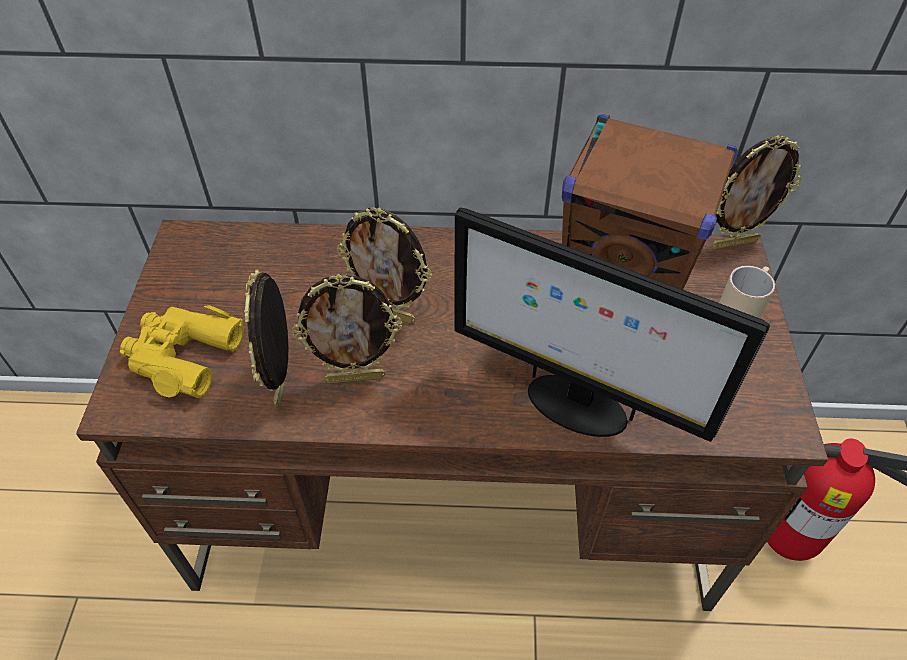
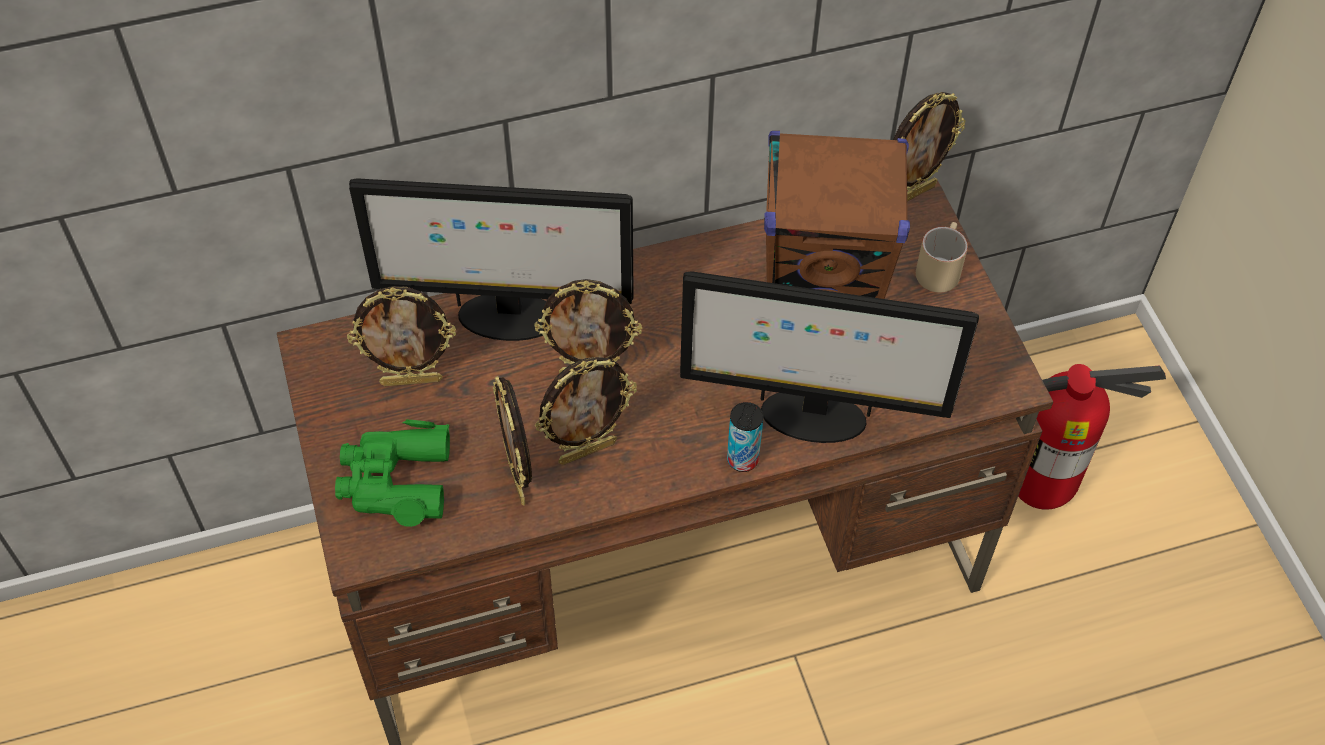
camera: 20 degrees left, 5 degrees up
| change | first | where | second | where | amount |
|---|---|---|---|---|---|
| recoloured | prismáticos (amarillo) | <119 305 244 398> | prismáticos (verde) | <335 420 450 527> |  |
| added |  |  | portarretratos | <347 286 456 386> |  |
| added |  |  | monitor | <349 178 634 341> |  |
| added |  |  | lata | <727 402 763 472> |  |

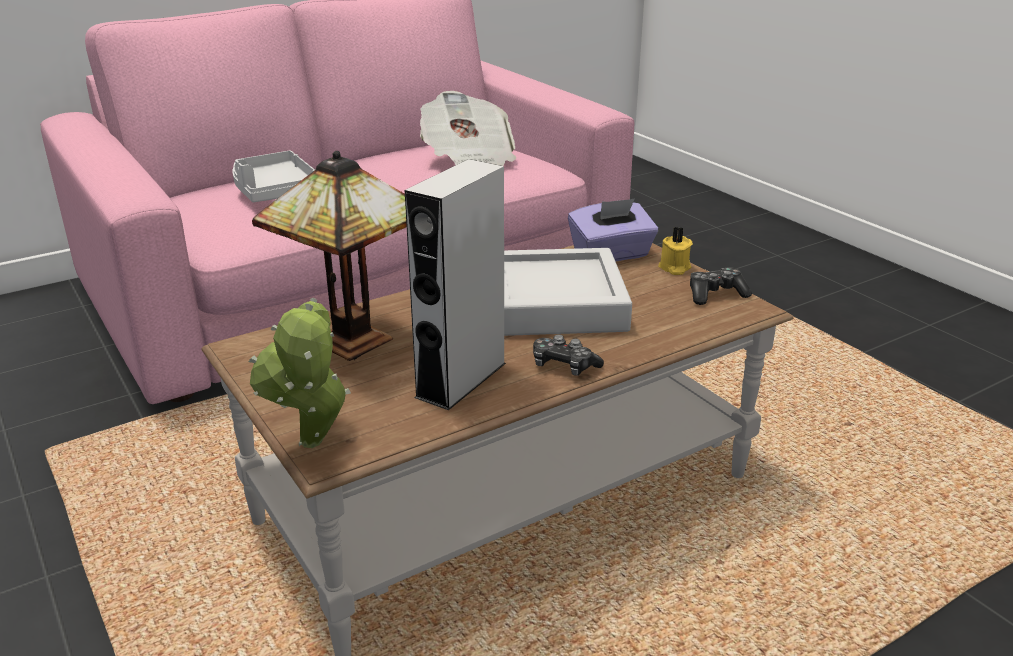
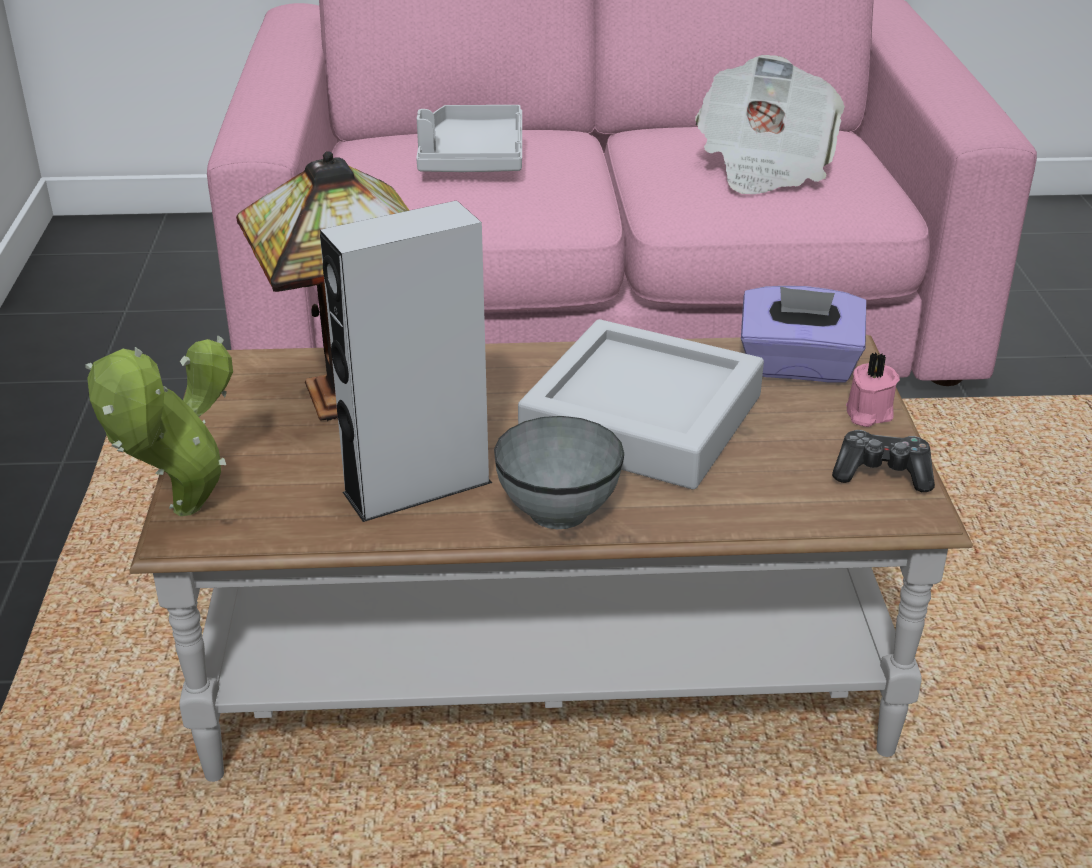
camera: 30 degrees right, 5 degrees up
| change | first | where | second | where | amount |
|---|---|---|---|---|---|
| replaced | mando de consola | <533 334 604 376> | cuenco (gris) | <494 416 624 529> |  |
| recoloured | vela (amarillo) | <658 227 693 275> | vela (rosa) | <846 352 900 427> |  |

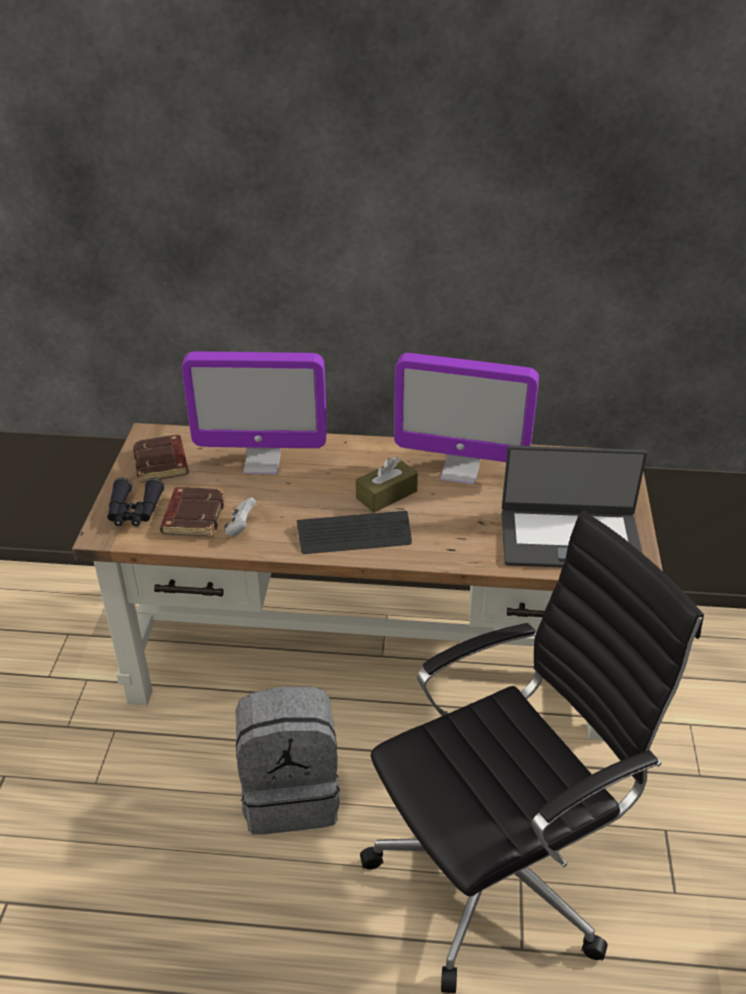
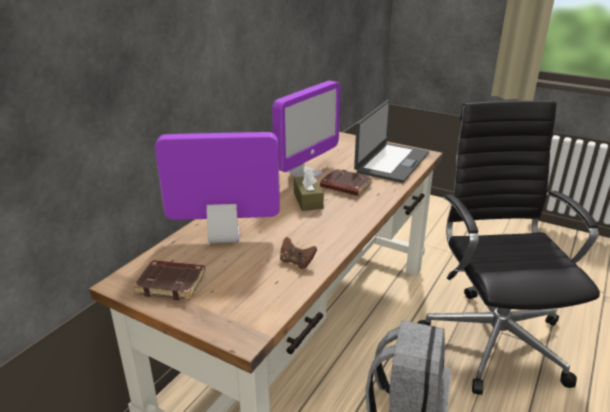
camera: 65 degrees left, 10 degrees down
| change | first | where | second | where | amount |
|---|---|---|---|---|---|
| removed | prismáticos (negro) | <107 478 164 526> |  |  |  |
| moved | libro (marrón) | <160 487 225 537> |  | <320 169 373 196> |  |
| turned | monitor | <182 352 327 475> |  | <155 132 280 243> | 120 degrees counterclockwise |
| recoloured | mando de consola (blanco) | <224 497 256 537> | mando de consola (marrón) | <280 237 317 269> |  |
| removed | teclado | <297 511 412 554> |  |  |  |

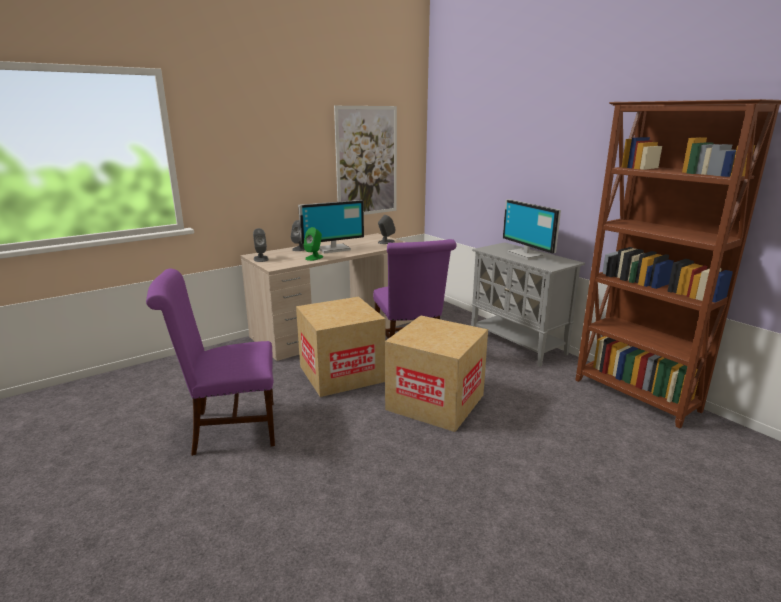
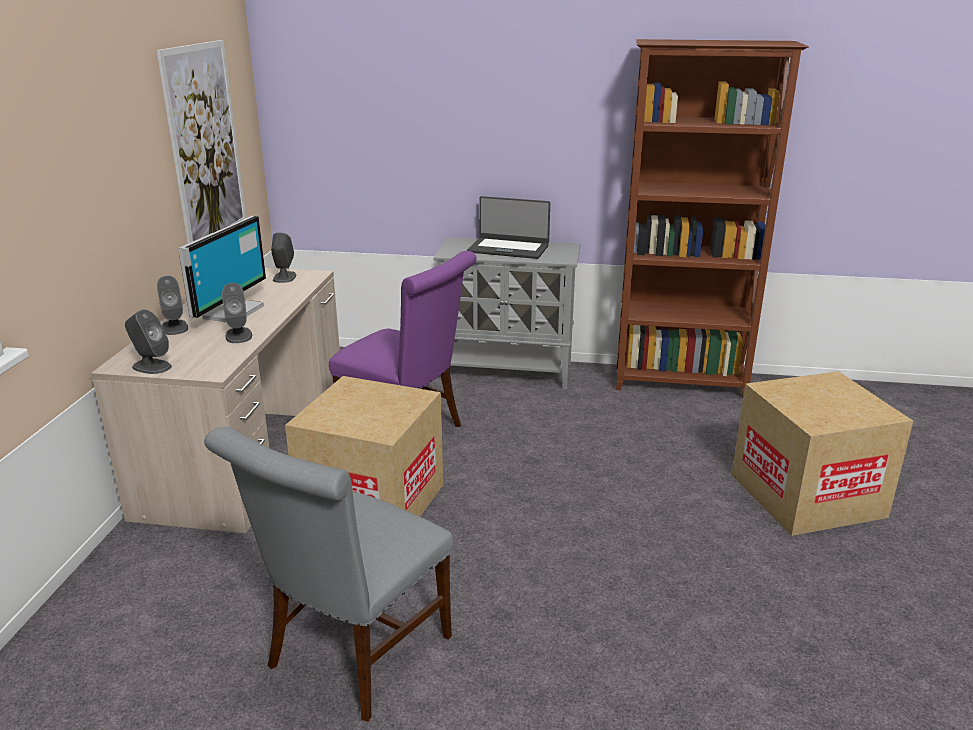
camera: 45 degrees left, 5 degrees up
| change | first | where | second | where | amount |
|---|---|---|---|---|---|
| recoloured | silla (morado) | <146 269 275 456> | silla (gris) | <204 427 453 722> |  |
| recoloured | altavoz (verde) | <304 227 323 261> | altavoz (gris) | <222 283 252 343> |  |
| moved | caja de cartón | <385 315 488 432> |  | <732 371 913 536> |  |
| replaced | monitor | <503 199 561 260> | portátil | <467 196 550 259> |  |

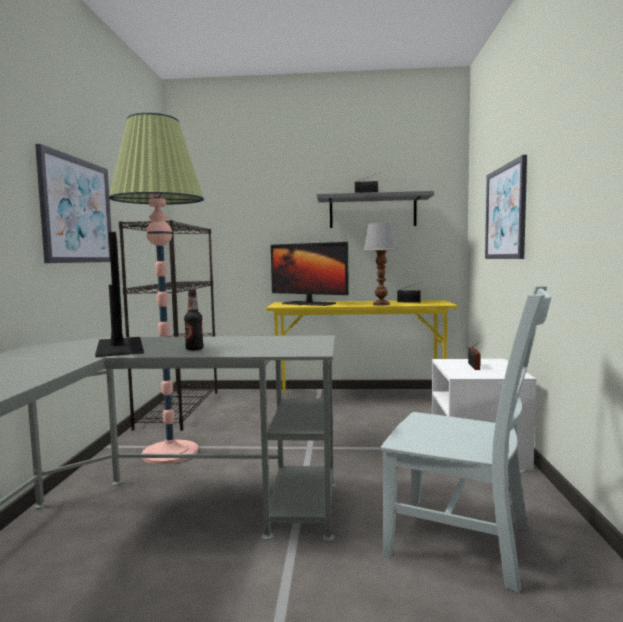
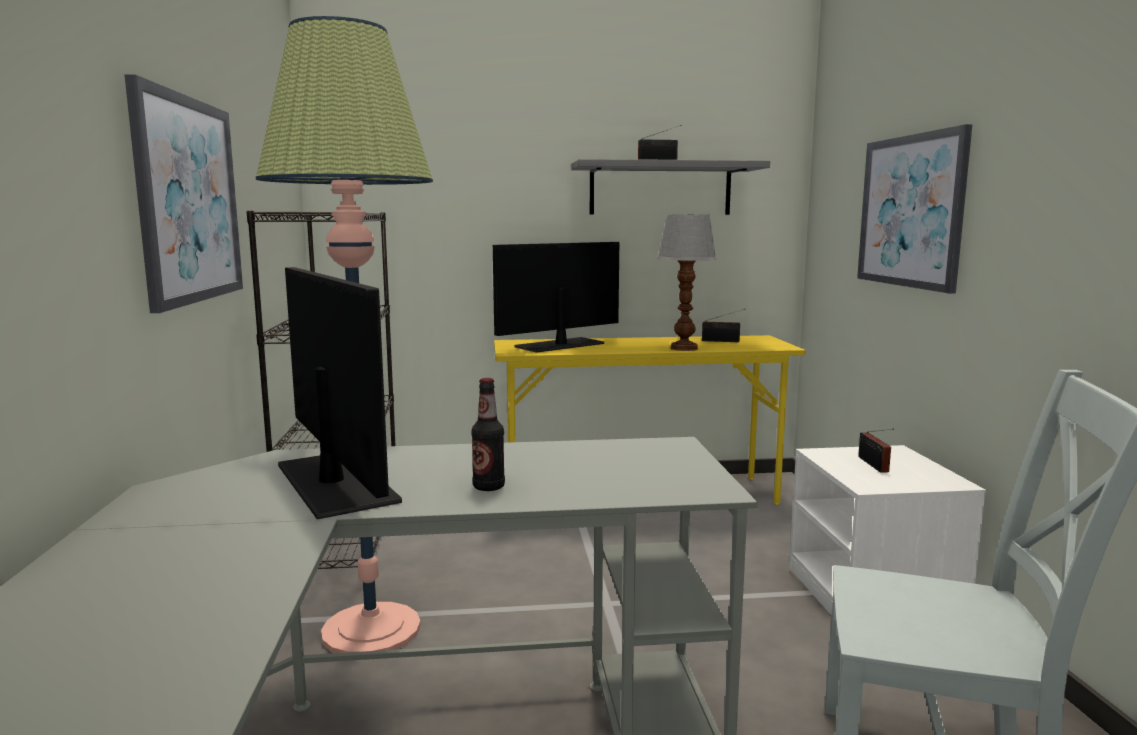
camera: 10 degrees left, 5 degrees up
| change | first | where | second | where | amount |
|---|---|---|---|---|---|
| turned | monitor | <271 242 349 306> |  | <493 242 619 353> | 120 degrees clockwise |

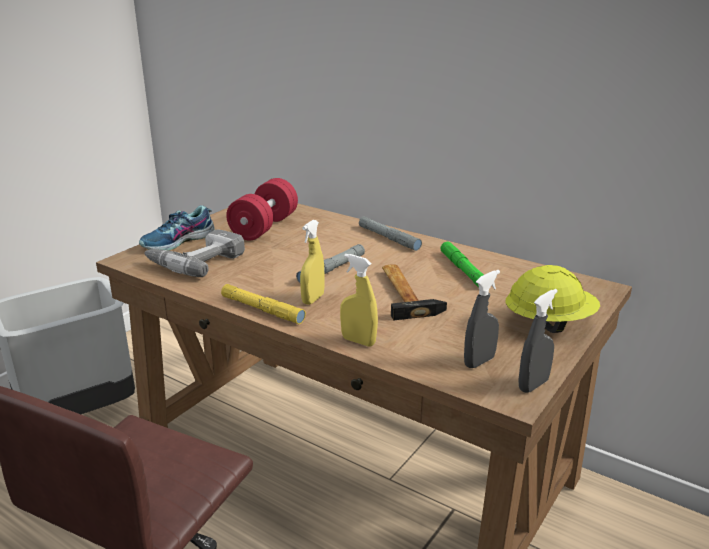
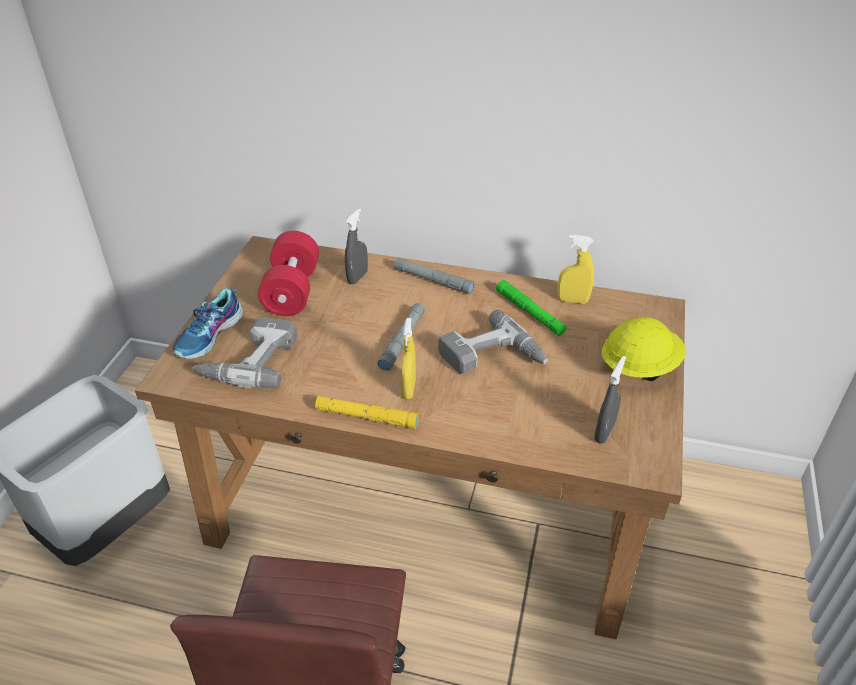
camera: 20 degrees left, 15 degrees up
| change | first | where | second | where | amount |
|---|---|---|---|---|---|
| moved | pulverizador (amarillo) | <340 254 378 347> |  | <558 235 594 304> |  |
| replaced | martillo | <382 264 447 320> | taladro | <438 310 548 374> |  |
| moved | pulverizador (gris) | <518 289 558 393> |  | <345 208 368 284> |  |

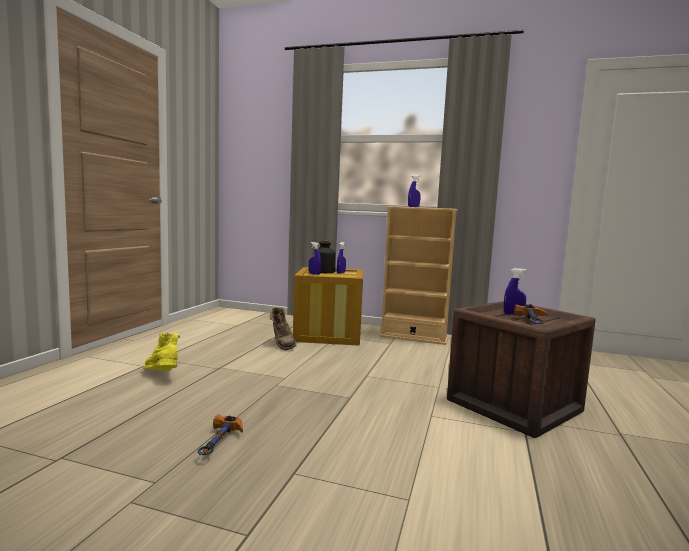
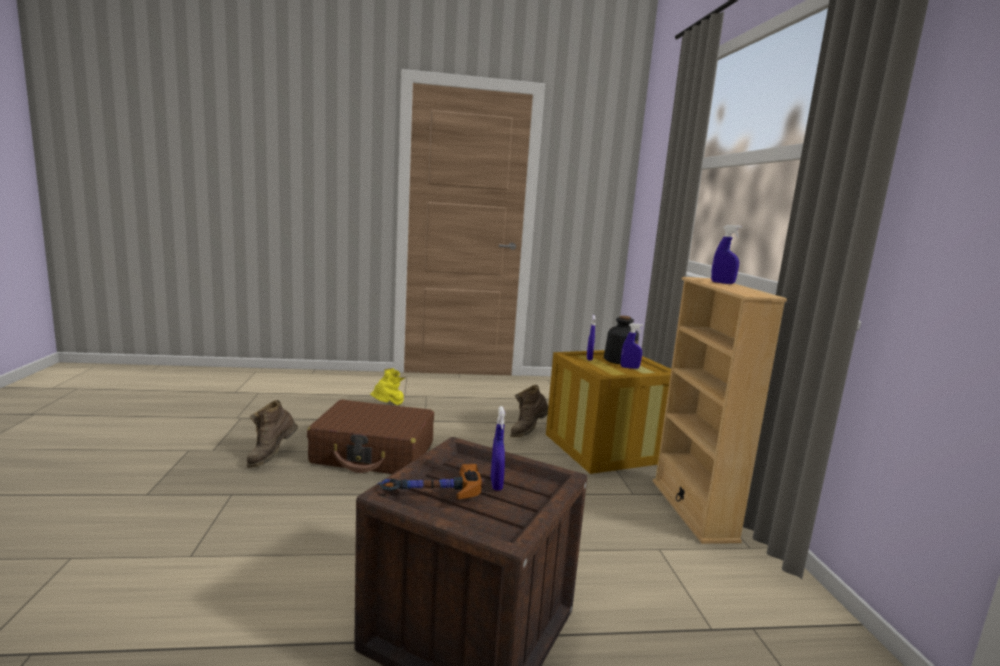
camera: 65 degrees right, 5 degrees up
| change | first | where | second | where | amount |
|---|---|---|---|---|---|
| replaced | martillo | <197 414 243 456> | bota (marrón) | <246 400 298 468> |  |
| added |  |  | maleta (marrón) | <307 399 434 474> |  |

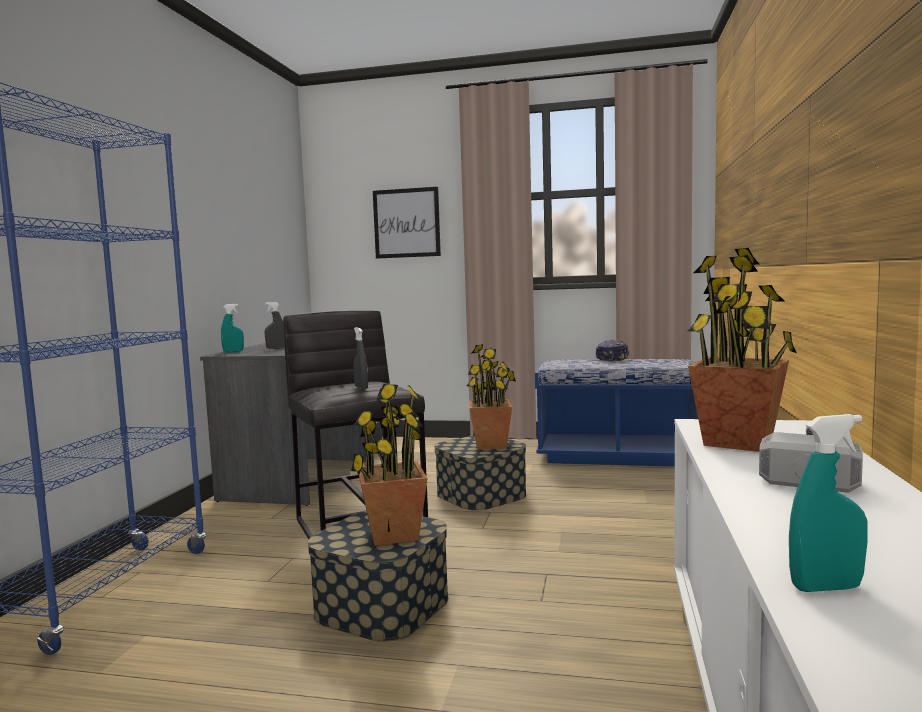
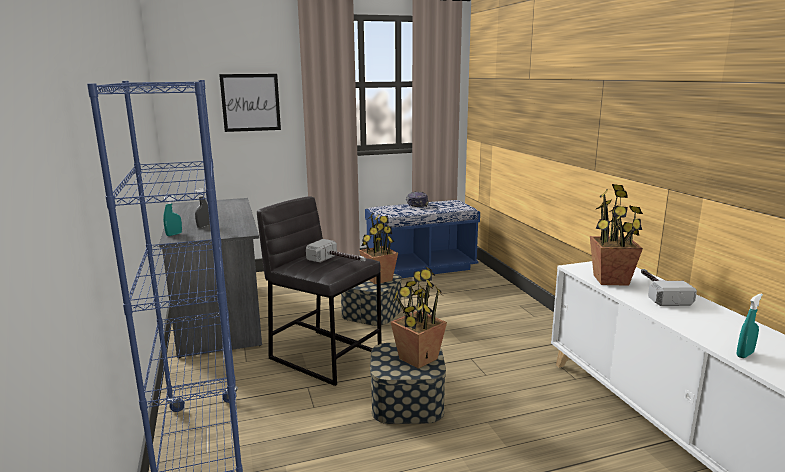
camera: 30 degrees left, 10 degrees up
| change | first | where | second | where | amount |
|---|---|---|---|---|---|
| replaced | pulverizador (gris) | <353 327 368 390> | martillo | <306 239 366 263> |  |

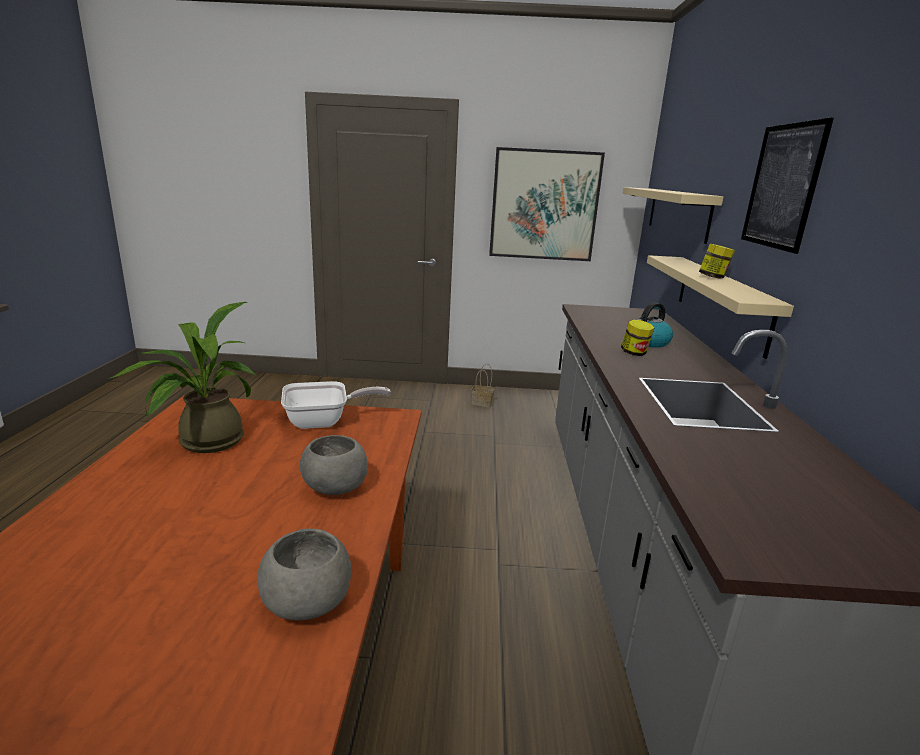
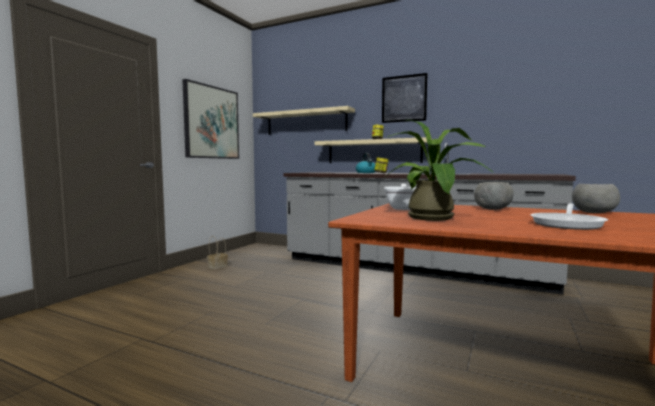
camera: 65 degrees left, 15 degrees down
| change | first | where | second | where | amount |
|---|---|---|---|---|---|
| added |  |  | sartén | <530 203 608 230> |  |

